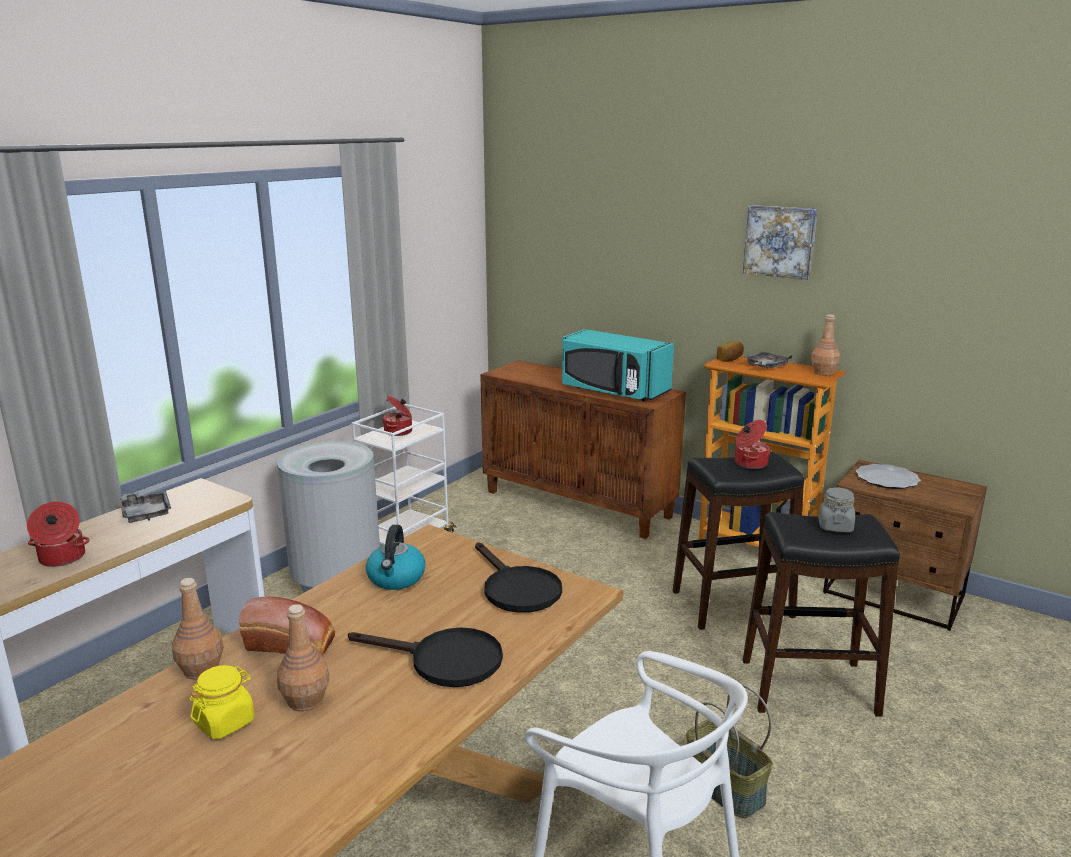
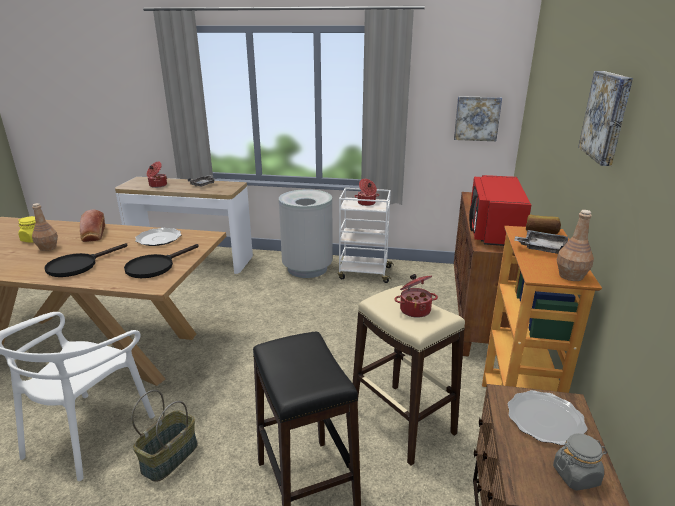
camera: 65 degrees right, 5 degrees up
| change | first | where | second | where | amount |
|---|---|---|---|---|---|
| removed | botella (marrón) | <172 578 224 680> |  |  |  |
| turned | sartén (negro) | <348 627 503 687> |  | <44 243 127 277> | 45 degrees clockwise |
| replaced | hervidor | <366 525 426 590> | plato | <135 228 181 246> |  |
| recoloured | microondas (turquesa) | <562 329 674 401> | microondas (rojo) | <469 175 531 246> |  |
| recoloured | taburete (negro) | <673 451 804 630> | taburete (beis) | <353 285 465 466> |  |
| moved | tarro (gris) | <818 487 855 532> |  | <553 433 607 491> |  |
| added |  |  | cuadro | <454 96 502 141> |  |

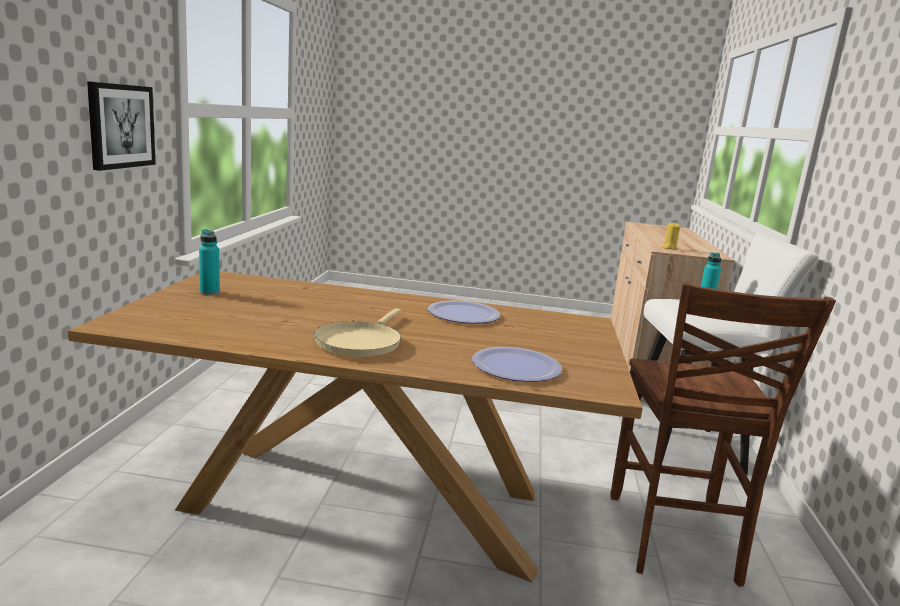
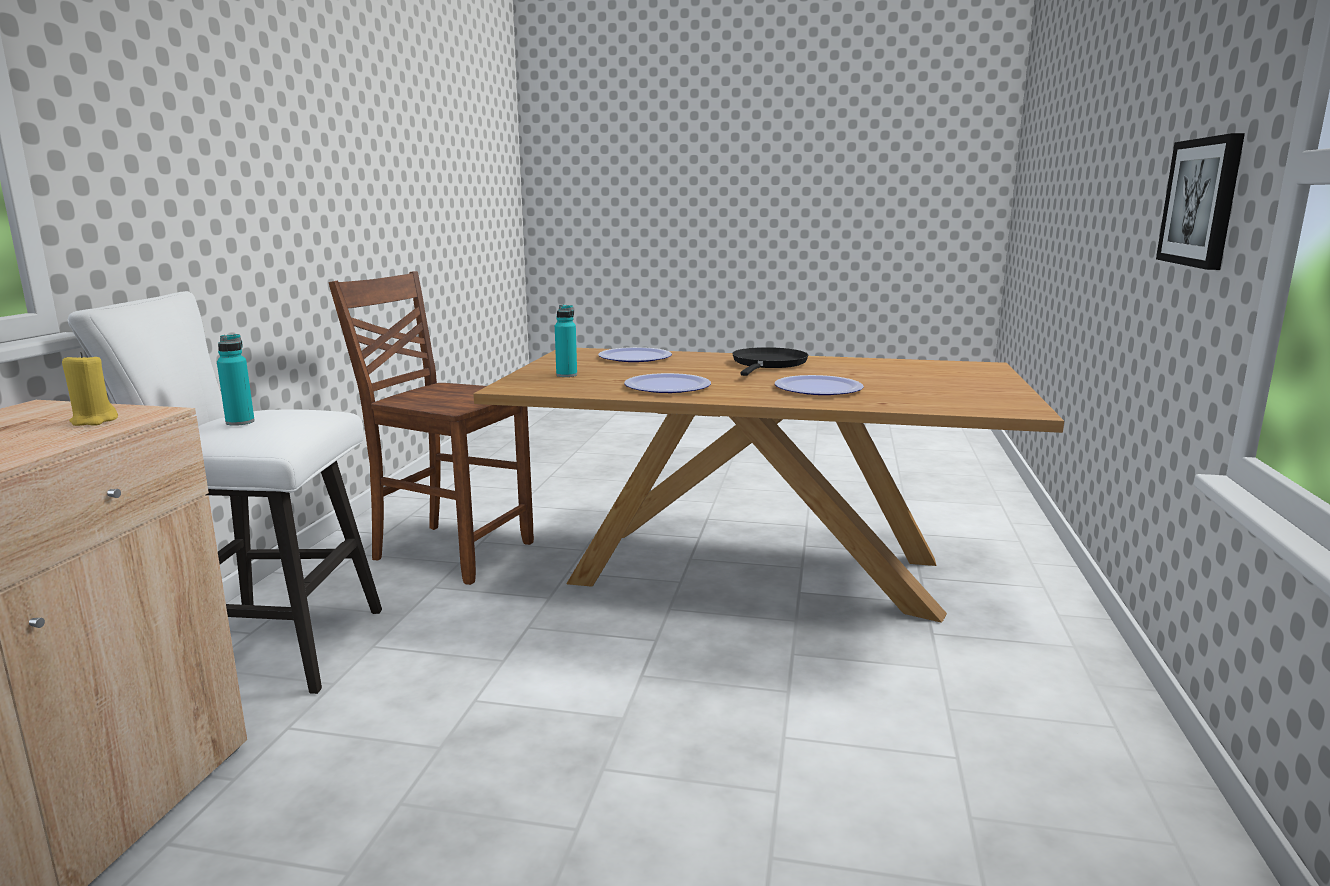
camera: 175 degrees left, 0 degrees up
| change | first | where | second | where | amount |
|---|---|---|---|---|---|
| moved | botella (turquesa) | <199 229 220 295> |  | <555 305 577 377> |  |
| recoloured | sartén (beis) | <314 308 401 357> | sartén (negro) | <733 347 808 376> |  |
| turned | silla (marrón) | <610 282 836 587> |  | <328 271 534 585> | 75 degrees counterclockwise |
| added |  |  | plato | <775 375 864 395> |  |

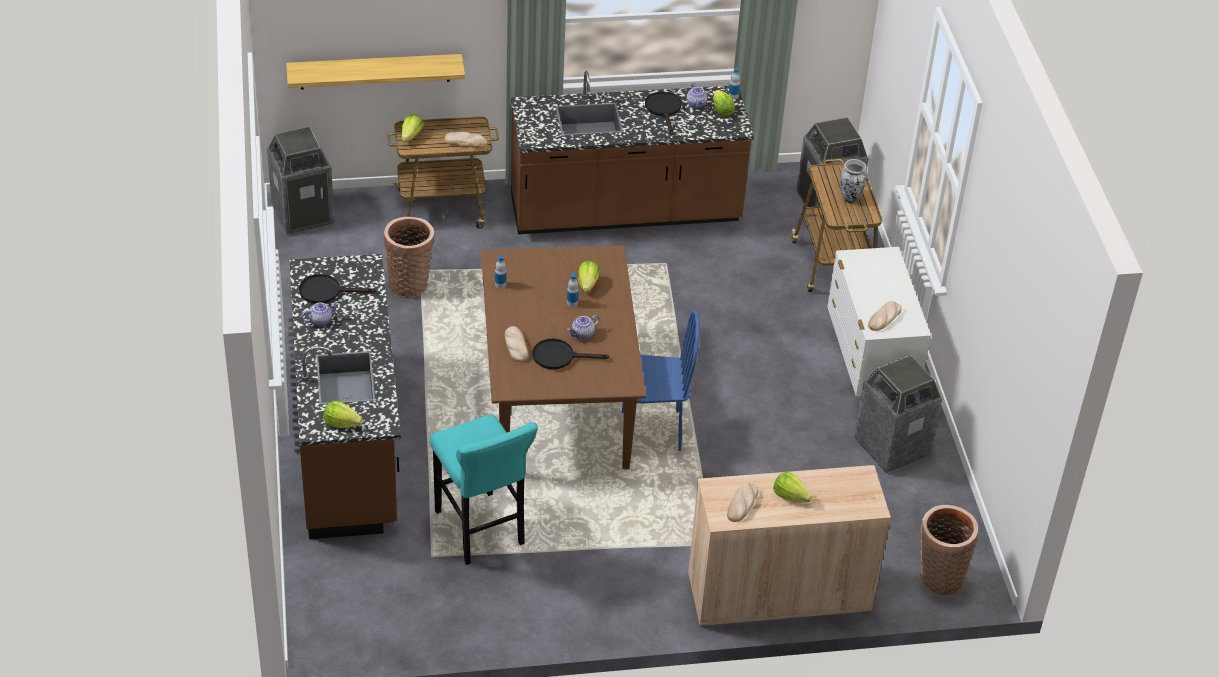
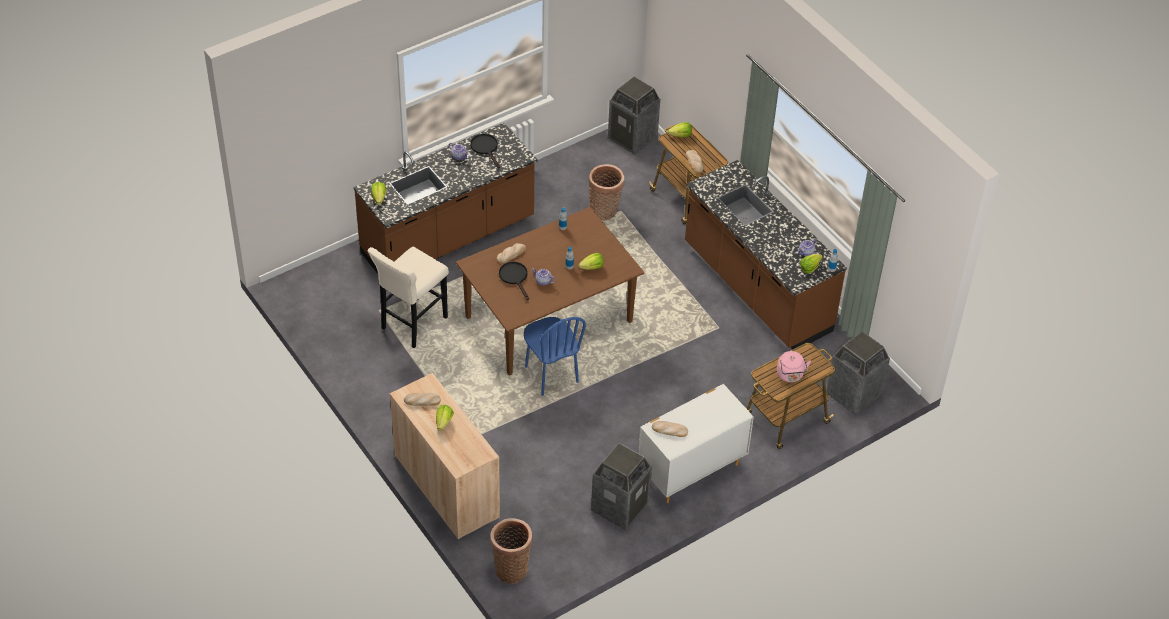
camera: 65 degrees right, 5 degrees up
| change | first | where | second | where | amount |
|---|---|---|---|---|---|
| removed | estante | <286 54 465 89> |  |  |  |
| recoloured | taburete (turquesa) | <430 414 538 565> | taburete (beis) | <367 246 449 348> |  |
| removed | sartén (negro) | <645 92 681 135> |  |  |  |
| replaced | florero | <840 159 867 203> | hervidor (rosa) | <777 351 811 382> |  |

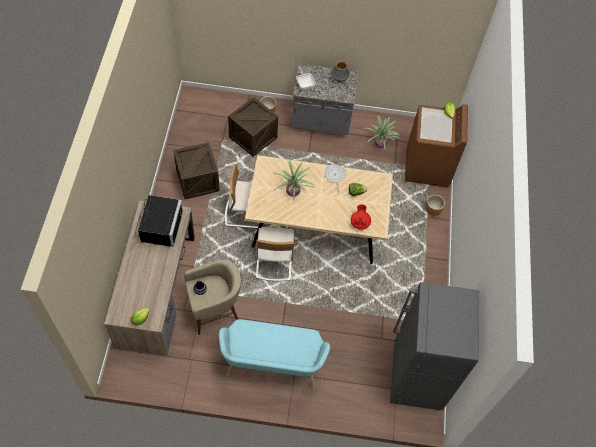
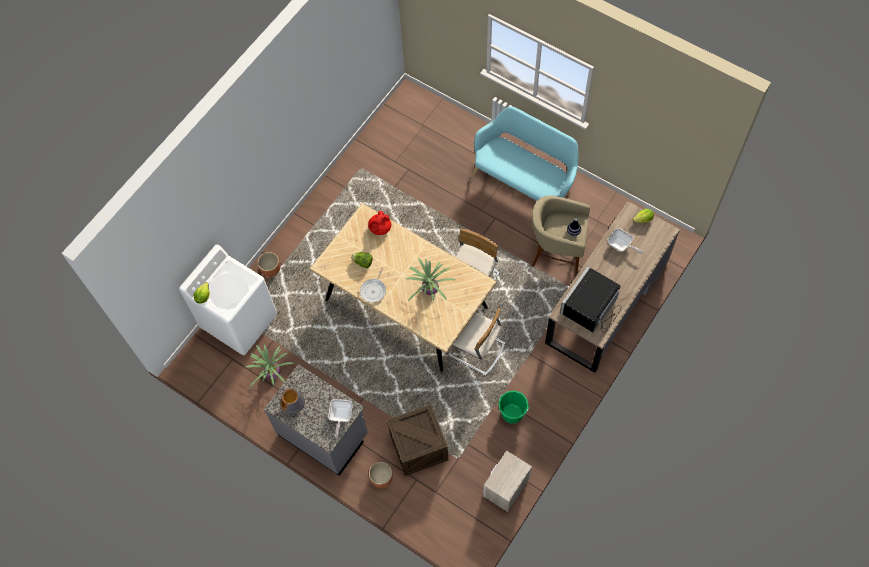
camera: 145 degrees left, 5 degrees up
| change | first | where | second | where | amount |
|---|---|---|---|---|---|
| replaced | caja de embalaje | <173 142 220 199> | cubo (verde) | <498 391 529 424> |  |
| removed | nevera (gris) | <390 282 479 410> |  |  |  |
| recoloured | lavadora (marrón) | <405 104 468 187> | lavadora (blanco) | <179 244 277 355> |  |
| added |  |  | mesita de noche | <483 451 532 512> |  |
| added |  |  | sartén | <608 228 643 254> |  |

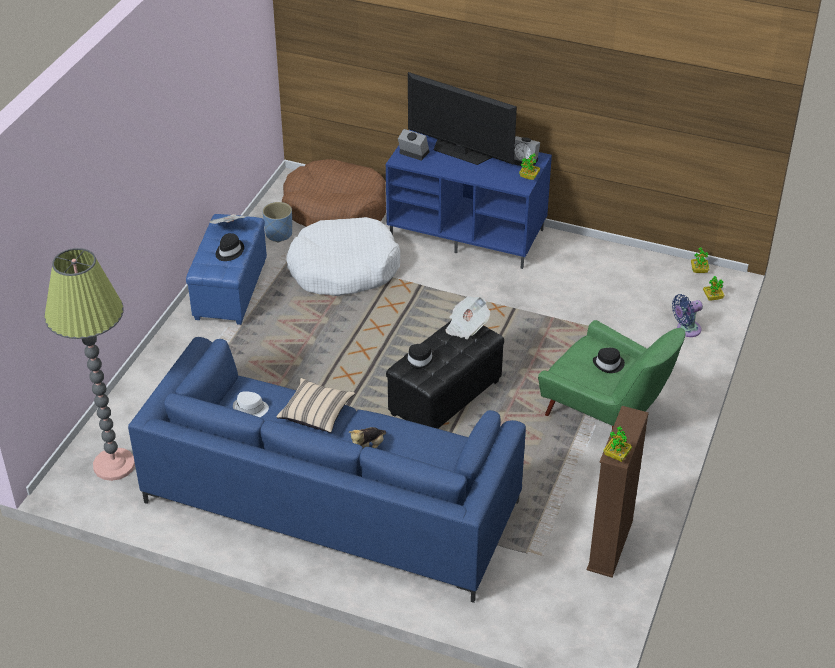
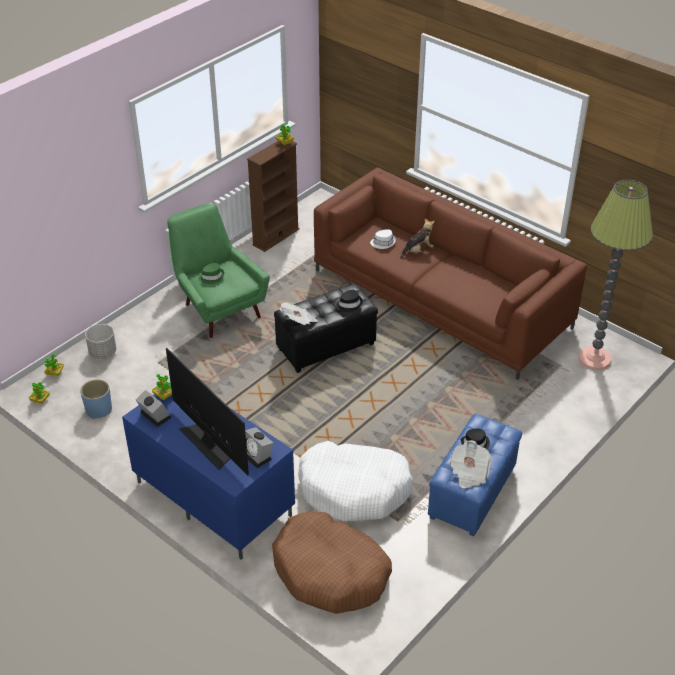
camera: 160 degrees left, 0 degrees up
| change | first | where | second | where | amount |
|---|---|---|---|---|---|
| recoloured | sofá (azul) | <128 337 526 603> | sofá (marrón) | <314 167 587 380> |  |
| moved | sombrero (blanco) | <233 391 269 417> |  | <370 229 396 249> |  |
| moved | maceta (azul) | <263 202 292 242> |  | <80 379 112 419> |  |
| removed | cojín (beis) | <276 378 355 433> |  |  |  |
| recoloured | sombrero (negro) | <593 348 625 373> | sombrero (verde) | <198 263 224 284> |  |
| replaced | ventilador (azul) | <672 294 703 337> | maceta (gris) | <85 324 116 359> |  |

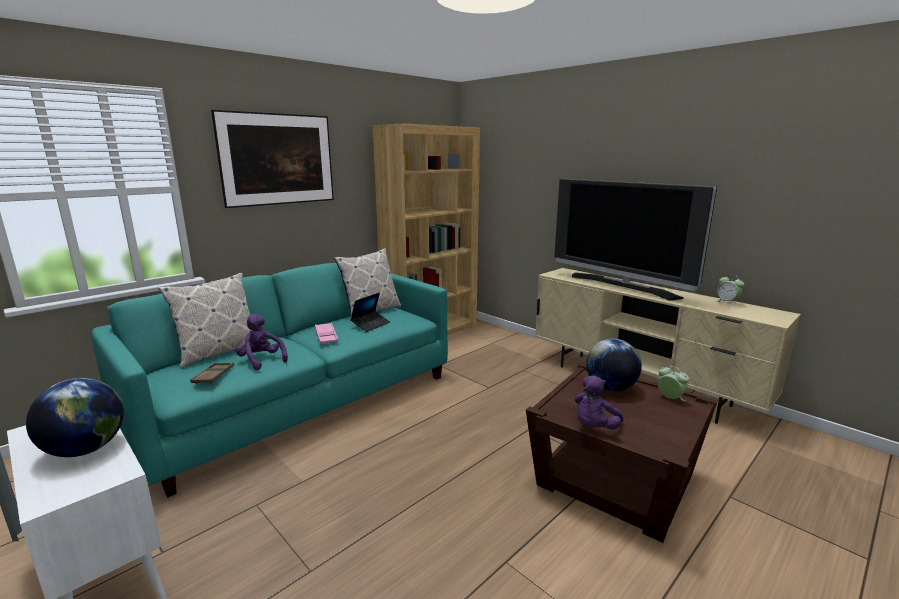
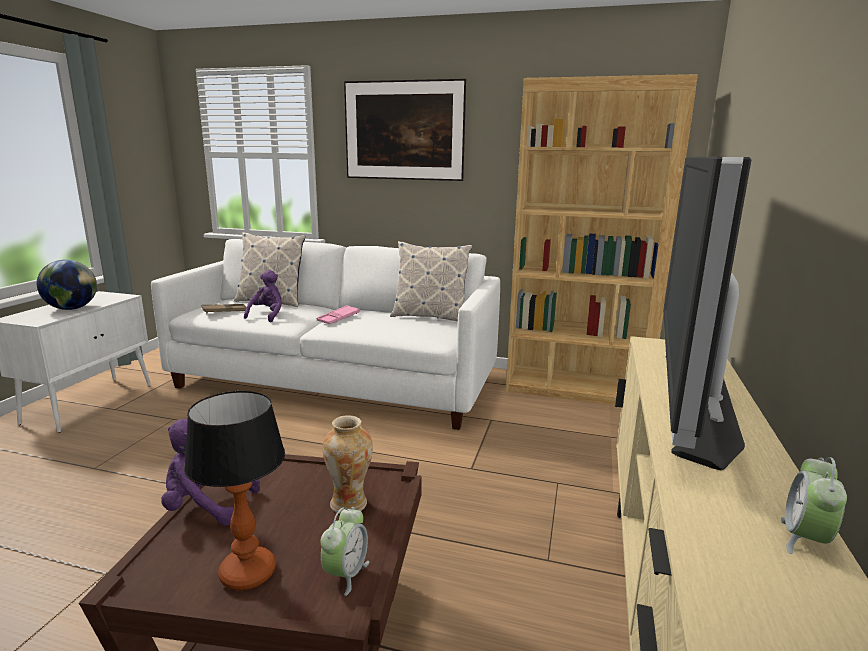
camera: 60 degrees right, 0 degrees up
| change | first | where | second | where | amount |
|---|---|---|---|---|---|
| recoloured | sofá (turquesa) | <92 263 448 497> | sofá (blanco) | <151 239 500 430> |  |
| removed | portátil | <350 293 390 332> |  |  |  |
| replaced | globo terráqueo | <586 338 642 391> | florero | <322 415 373 514> |  |
| added |  |  | lámpara de mesa | <184 391 285 590> |  |

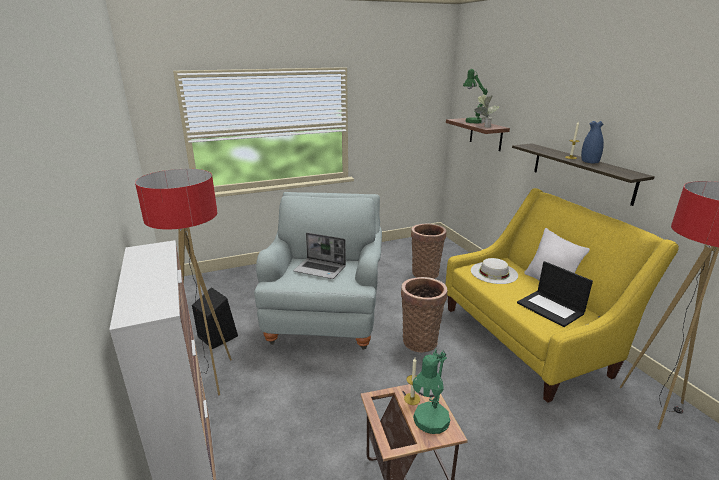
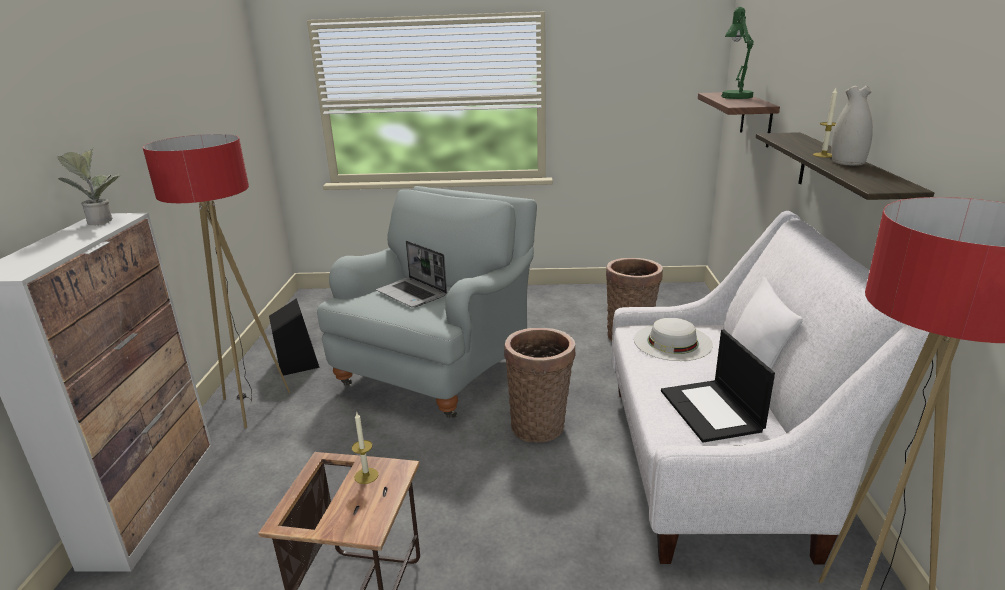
camera: 25 degrees right, 0 degrees up
| change | first | where | second | where | amount |
|---|---|---|---|---|---|
| removed | lámpara de mesa (verde) | <413 349 451 434> |  |  |  |
| recoloured | sofá (amarillo) | <445 188 679 403> | sofá (blanco) | <611 211 937 564> |  |
| moved | planta en maceta | <475 95 500 128> |  | <56 148 120 226> |  |
| recoloured | florero (azul) | <581 121 604 163> | florero (blanco) | <831 86 873 166> |  |

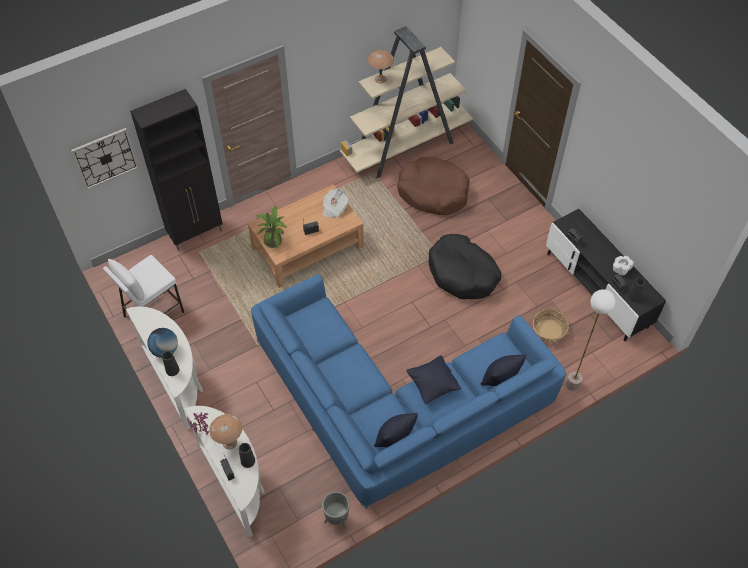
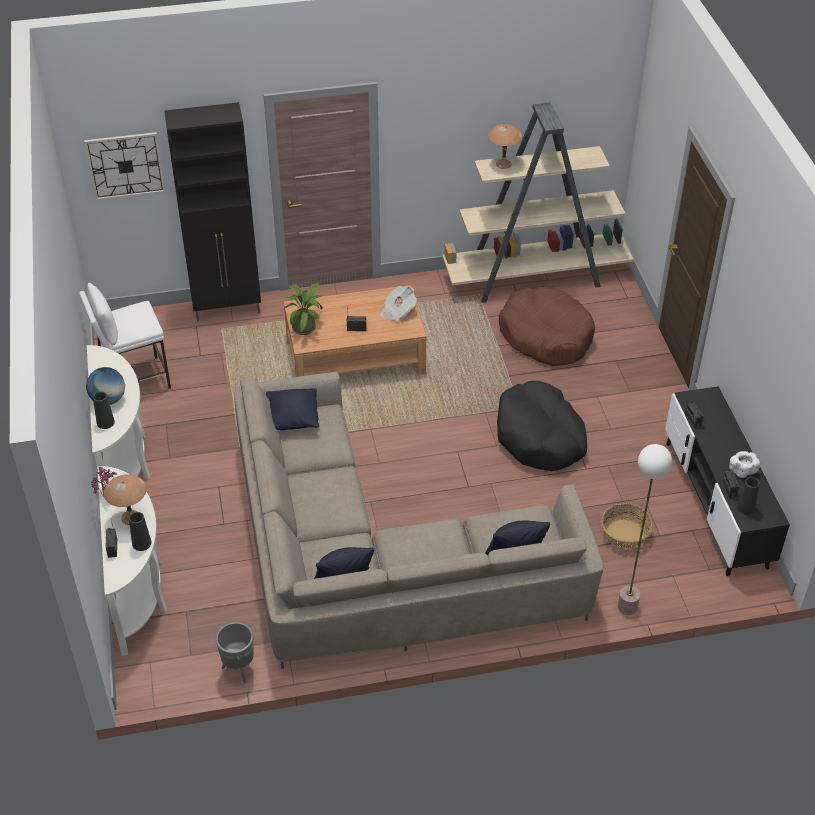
camera: 20 degrees right, 10 degrees down
| change | first | where | second | where | amount |
|---|---|---|---|---|---|
| recoloured | sofá (azul) | <251 274 566 509> | sofá (beis) | <234 372 604 669> |  |
| moved | cojín (negro) | <406 355 461 404> |  | <266 388 319 430> |  |

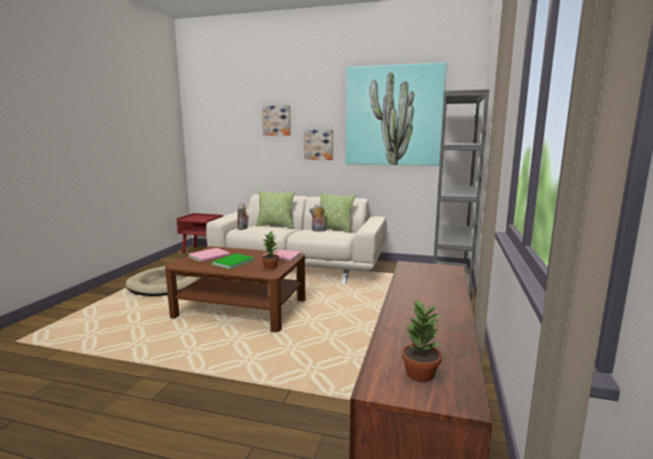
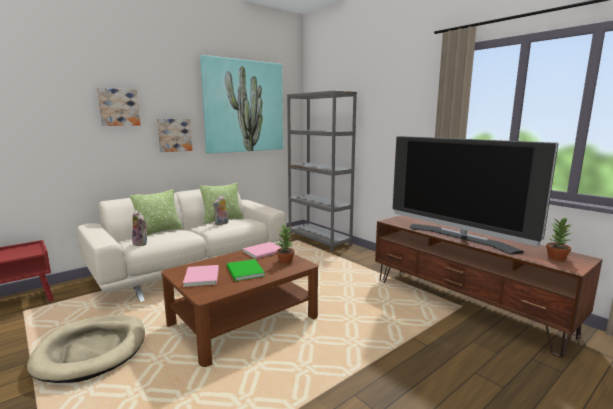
camera: 55 degrees left, 0 degrees up
| change | first | where | second | where | amount |
|---|---|---|---|---|---|
| added |  |  | televisor | <393 136 559 254> |  |

